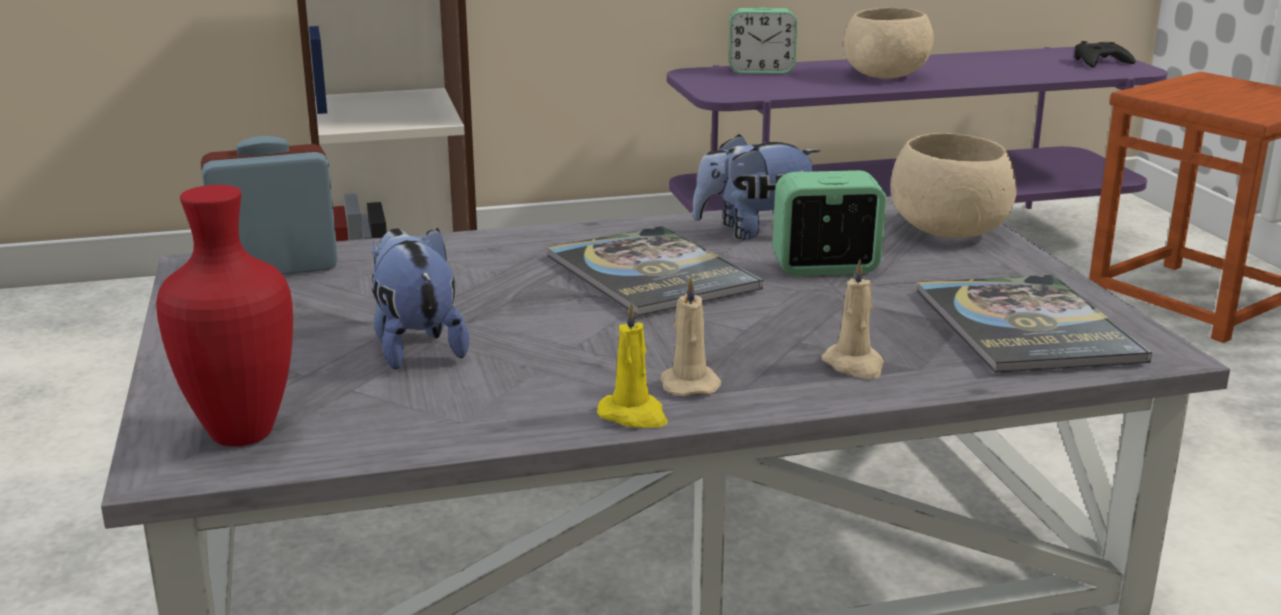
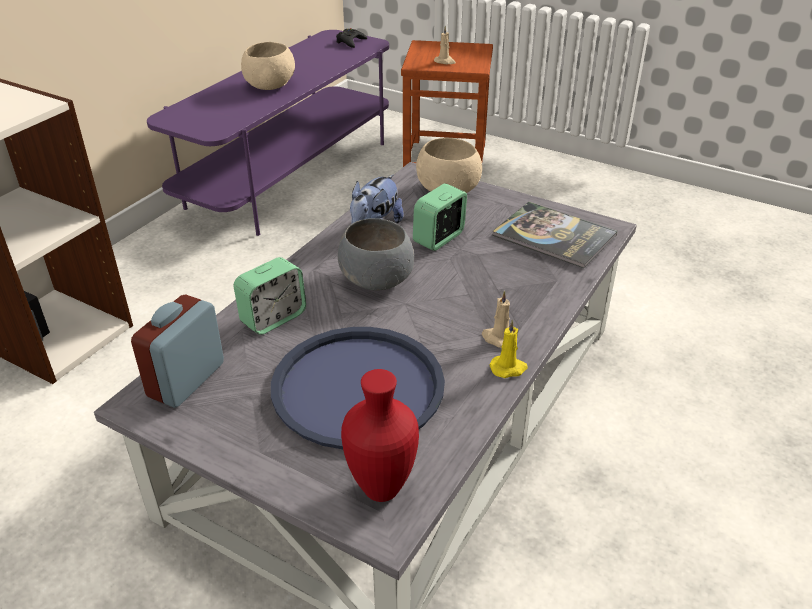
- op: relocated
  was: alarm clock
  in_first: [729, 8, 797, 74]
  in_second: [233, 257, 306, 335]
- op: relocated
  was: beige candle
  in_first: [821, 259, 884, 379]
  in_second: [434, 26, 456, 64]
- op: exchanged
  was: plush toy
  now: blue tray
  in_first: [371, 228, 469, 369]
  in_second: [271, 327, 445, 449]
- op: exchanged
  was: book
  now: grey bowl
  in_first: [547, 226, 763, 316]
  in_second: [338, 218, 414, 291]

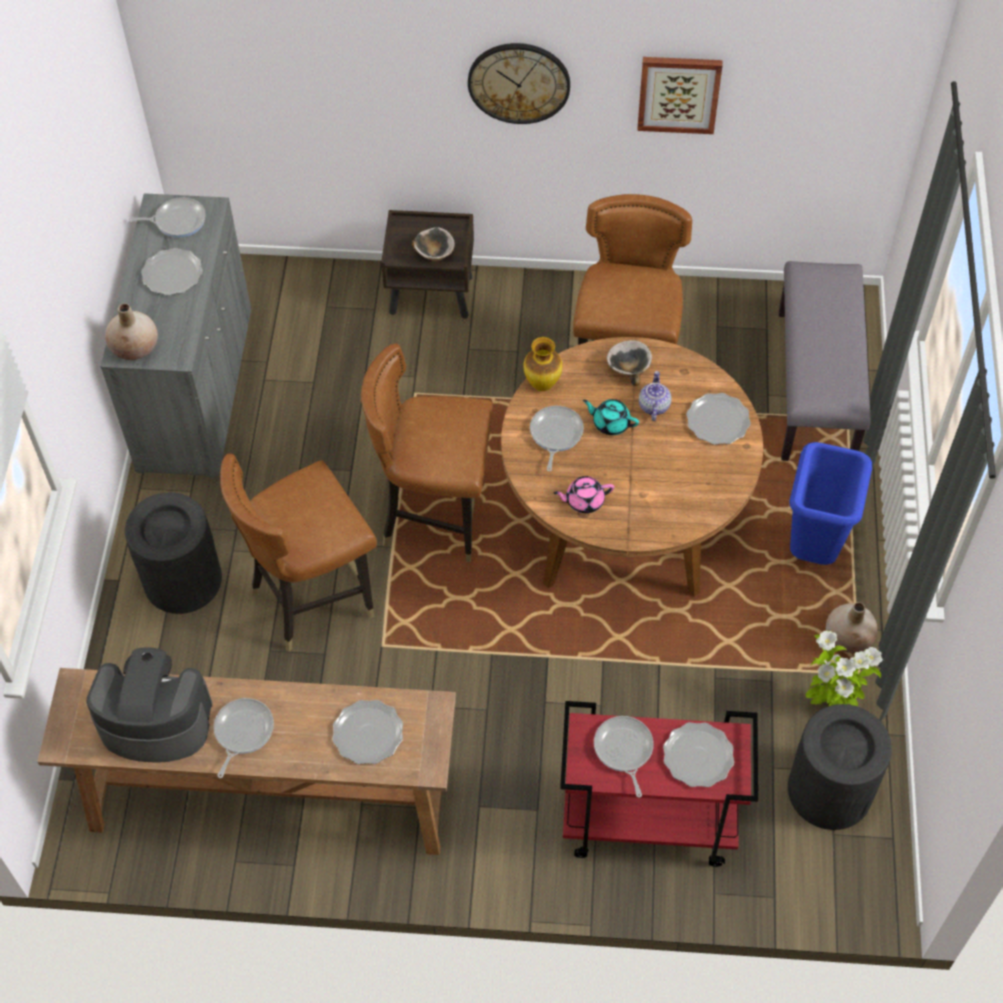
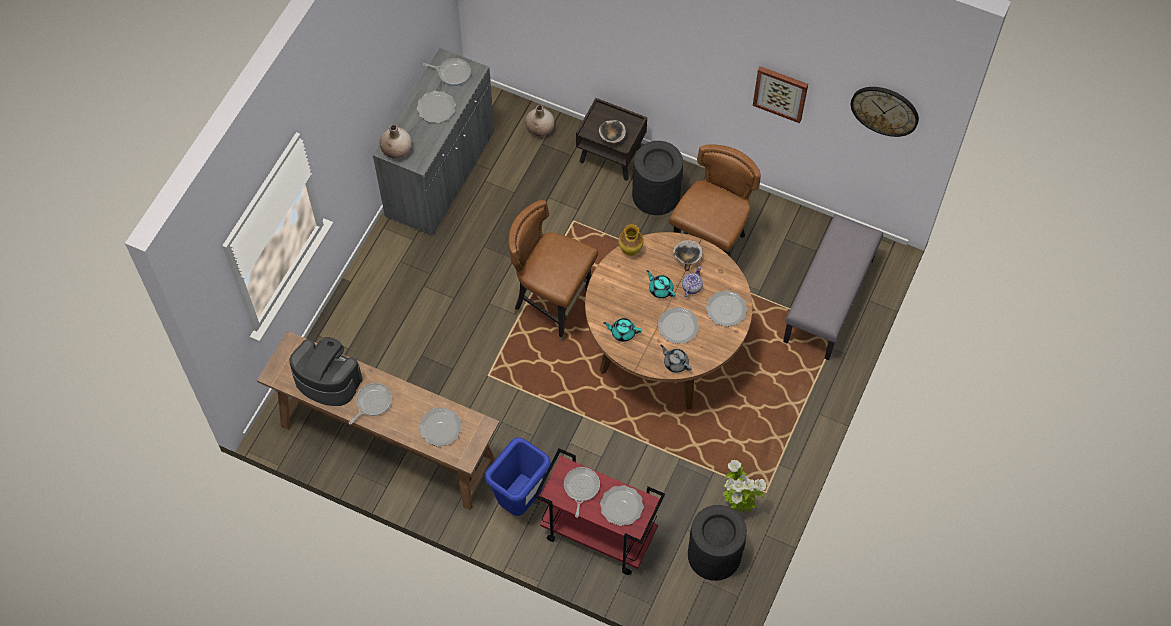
- op: missing
  was: brown chair
  in_first: [220, 454, 377, 652]
- op: missing
  was: frying pan
  in_first: [530, 406, 584, 471]
- op: appeared
  now: plate
  in_second: [658, 307, 699, 344]
- op: appeared
  now: grey teapot
  in_second: [660, 345, 692, 373]
- op: relocated
  was: black trash can
  in_first: [125, 492, 222, 614]
  in_second: [632, 141, 683, 215]
- op: relocated
  was: wall clock
  in_first: [468, 43, 570, 124]
  in_second: [851, 87, 919, 137]
- op: relocated
  was: blue trash can
  in_first: [790, 442, 872, 565]
  in_second: [485, 437, 550, 516]
- op: relocated
  was: beige vase
  in_first: [826, 602, 877, 653]
  in_second: [525, 105, 555, 136]
- op: colour
  was: pink teapot
  now: turquoise teapot
  in_first: [554, 476, 614, 513]
  in_second: [603, 318, 642, 342]

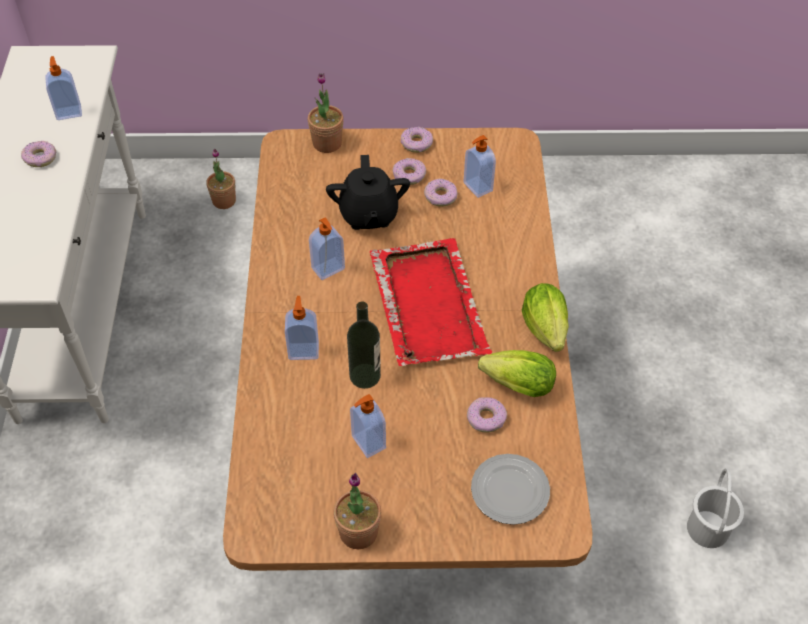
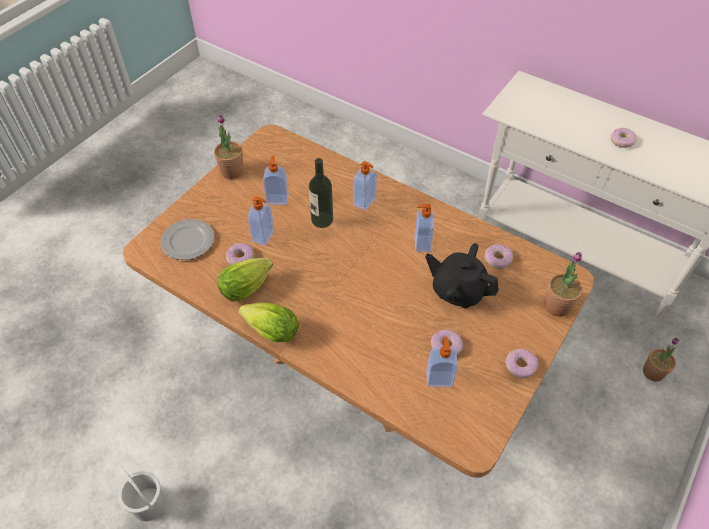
- op: missing
  was: red tray
  in_first: [370, 238, 493, 366]
- op: relocated
  was: soap dispenser
  in_first: [46, 56, 82, 120]
  in_second: [248, 196, 274, 246]
- op: relocated
  was: donut
  in_first: [392, 158, 426, 185]
  in_second: [484, 244, 513, 269]

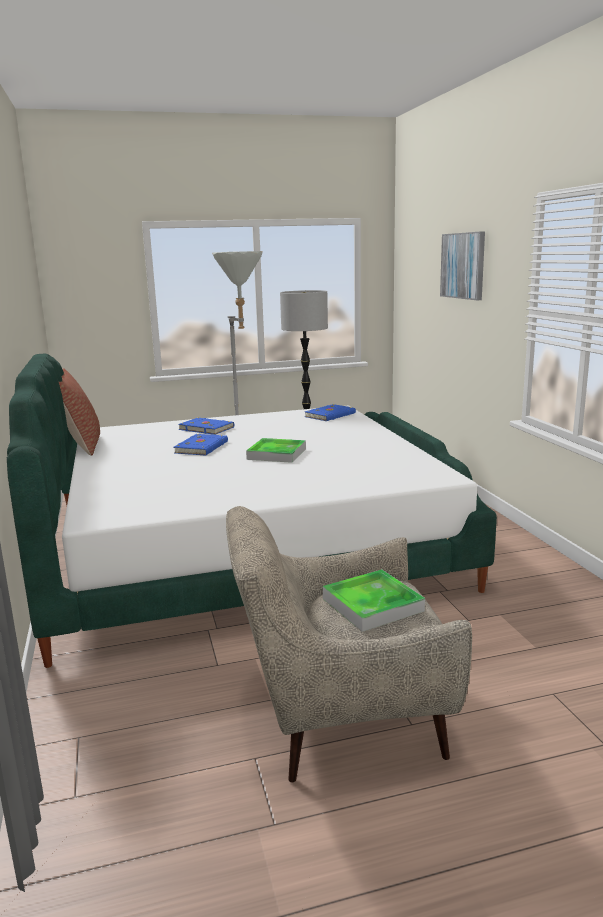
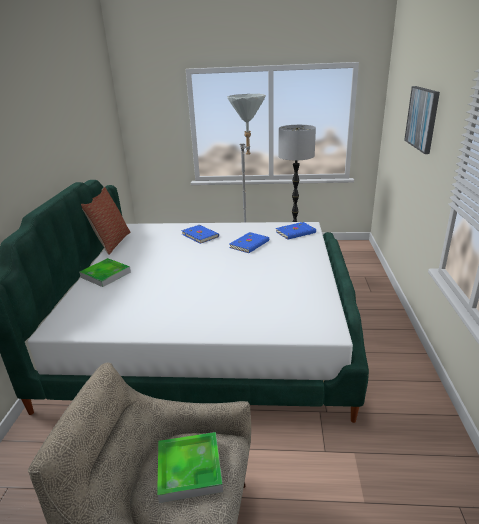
- op: relocated
  was: blue book
  in_first: [173, 434, 228, 456]
  in_second: [230, 232, 269, 253]
- op: relocated
  was: tray
  in_first: [246, 438, 306, 463]
  in_second: [79, 258, 131, 287]

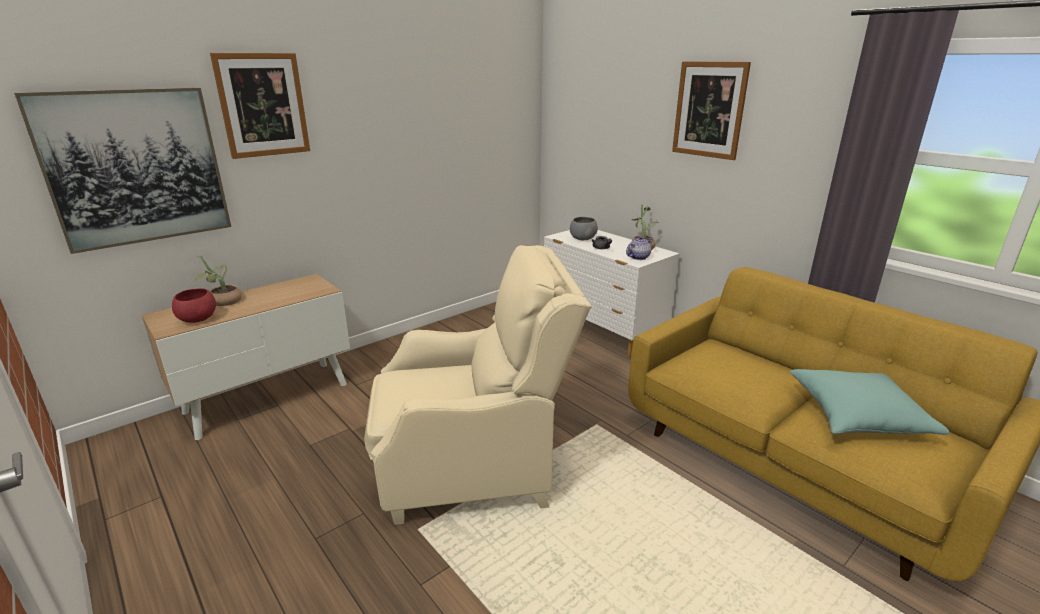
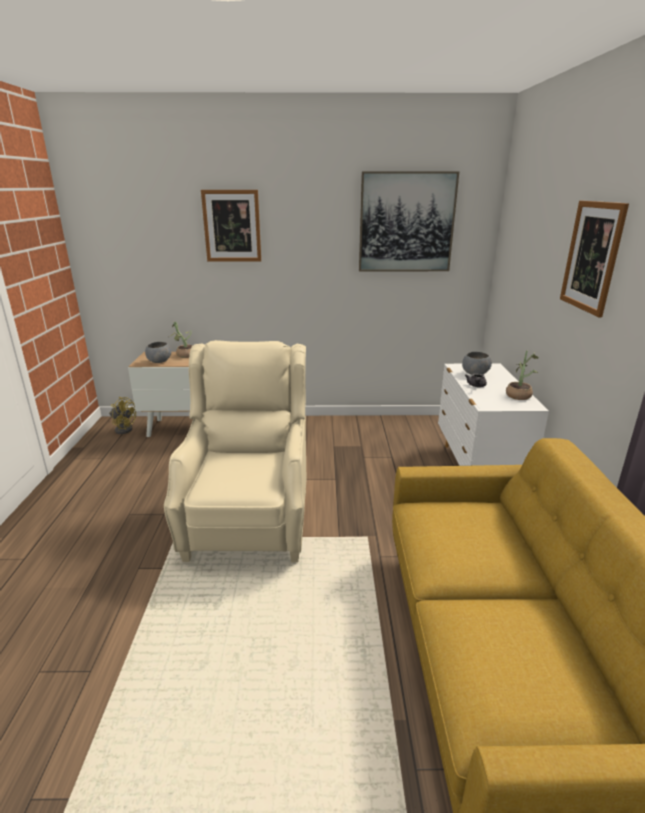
- op: missing
  was: teapot
  in_first: [626, 236, 653, 260]
- op: missing
  was: turquoise pillow
  in_first: [790, 369, 950, 435]
- op: appeared
  now: yellow fan
  in_second: [109, 397, 136, 434]
- op: relocated
  was: picture
  in_first: [14, 88, 231, 254]
  in_second: [359, 172, 459, 271]
- op: colour
  was: red bowl
  now: grey bowl
  in_first: [172, 288, 216, 323]
  in_second: [145, 342, 171, 363]
- op: spun
  was: beige armchair
  in_first: [364, 245, 592, 525]
  in_second: [164, 340, 306, 563]
  clockwise: -120

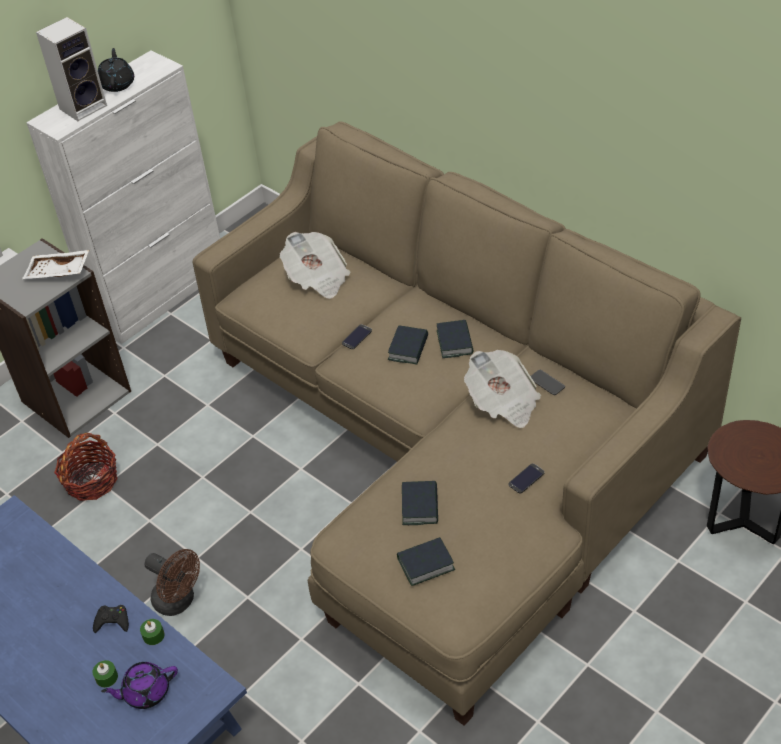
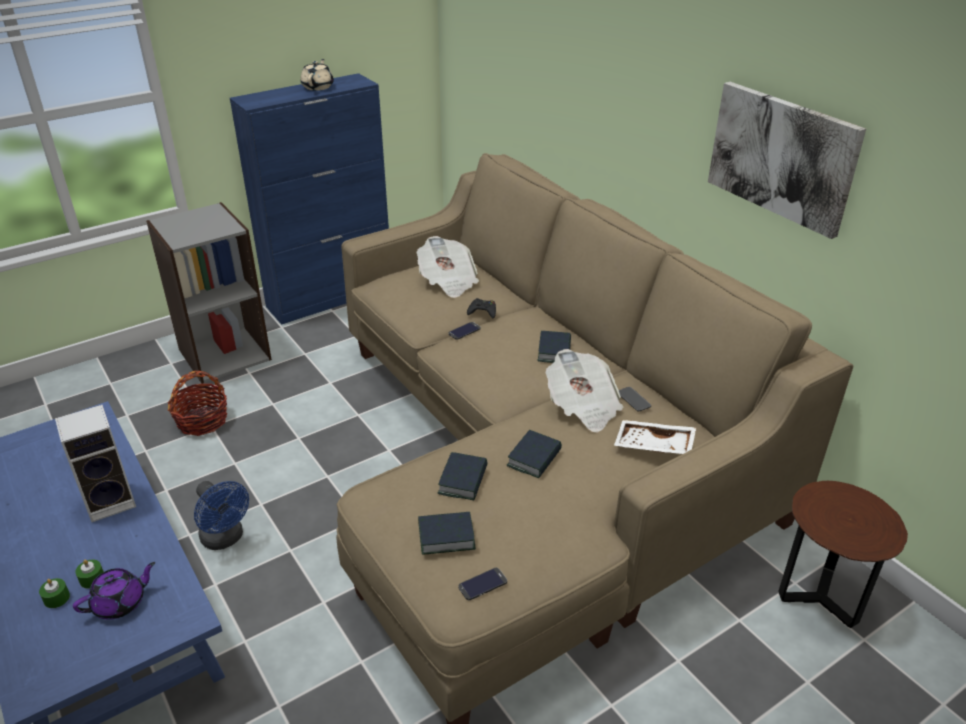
- op: appeared
  now: picture
  in_second: [708, 82, 866, 239]
- op: relocated
  was: white tray
  in_first: [22, 250, 89, 279]
  in_second: [614, 420, 696, 454]
- op: relocated
  was: speaker
  in_first: [36, 17, 107, 121]
  in_second: [55, 405, 136, 522]
- op: relocated
  was: black game controller
  in_first: [93, 605, 129, 633]
  in_second: [467, 298, 496, 319]
- op: relocated
  was: green candle
  in_first: [140, 619, 164, 645]
  in_second: [39, 578, 70, 608]
- op: relocated
  was: book
  in_first: [388, 325, 428, 364]
  in_second: [507, 430, 562, 478]
- op: relocated
  was: phone
  in_first: [509, 463, 545, 493]
  in_second: [458, 568, 507, 600]
- op: colour
  was: white cabinet
  now: blue cabinet
  in_first: [26, 50, 220, 344]
  in_second: [230, 73, 389, 325]
- op: colour
  was: black teapot
  now: beige teapot
  in_first: [98, 48, 134, 92]
  in_second: [300, 59, 334, 91]
- op: colour
  was: brown fan
  now: blue fan
  in_first: [145, 549, 200, 616]
  in_second: [194, 481, 249, 550]
- op: spun
  was: purple teapot
  in_first: [101, 662, 178, 709]
  in_second: [73, 562, 155, 620]
  clockwise: 150

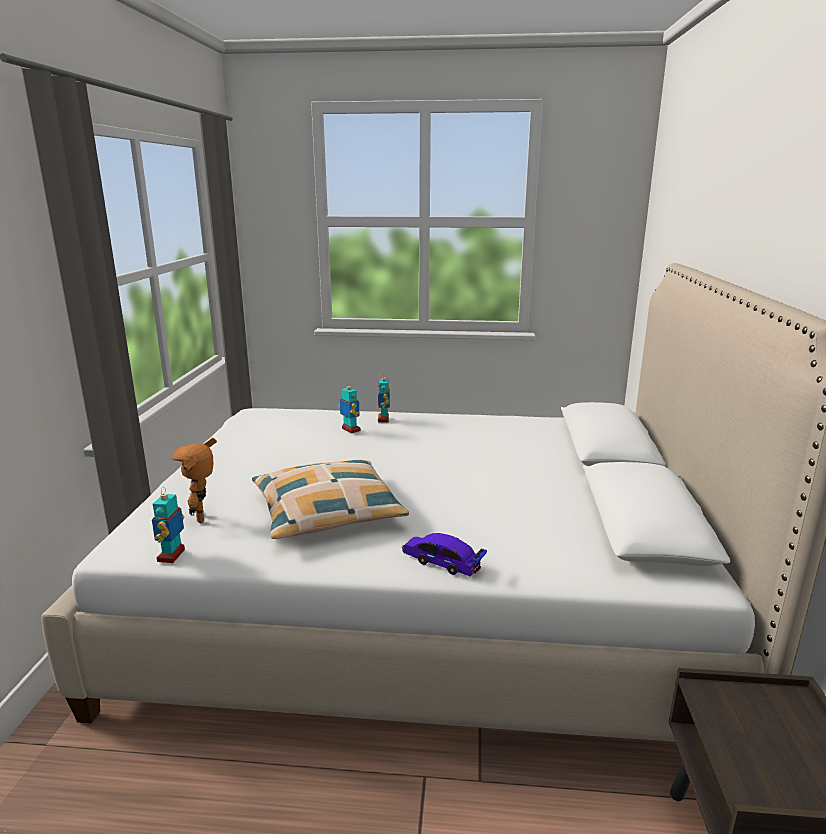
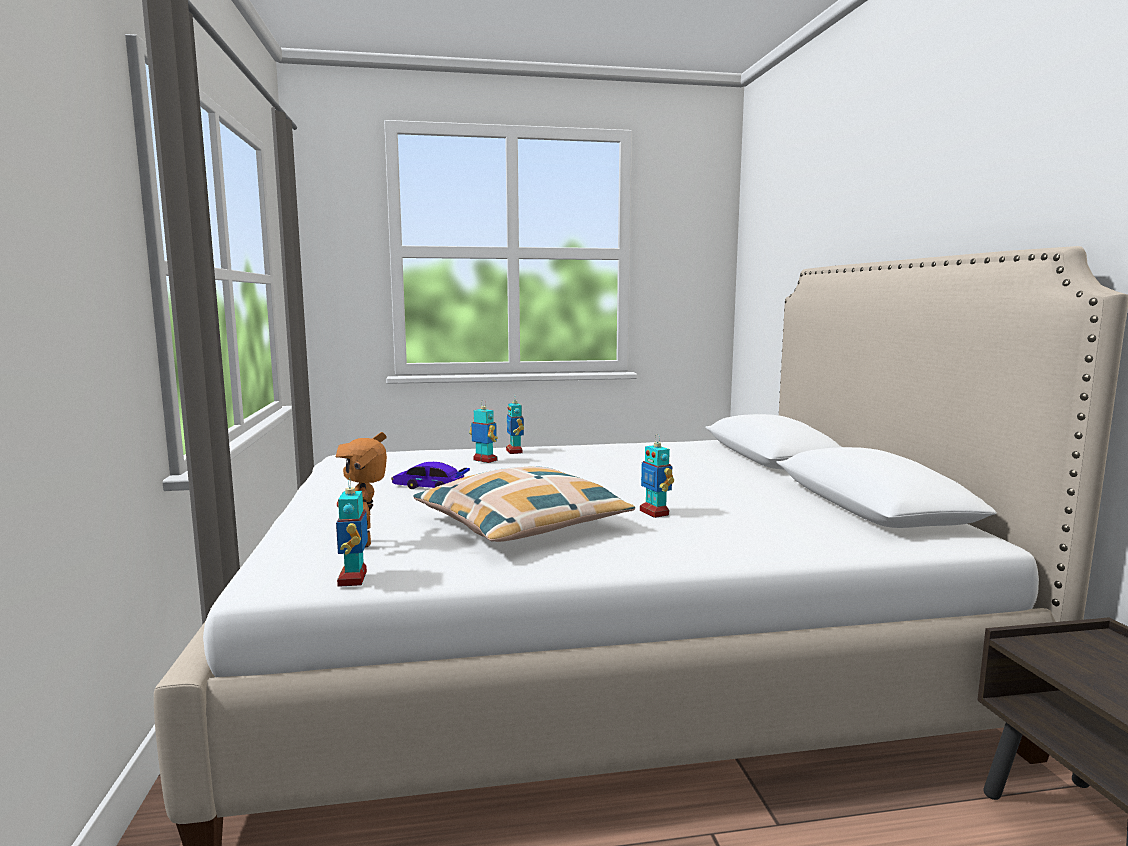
- op: appeared
  now: toy robot
  in_second: [640, 434, 674, 518]
- op: relocated
  was: toy car
  in_first: [401, 533, 487, 576]
  in_second: [391, 462, 470, 489]

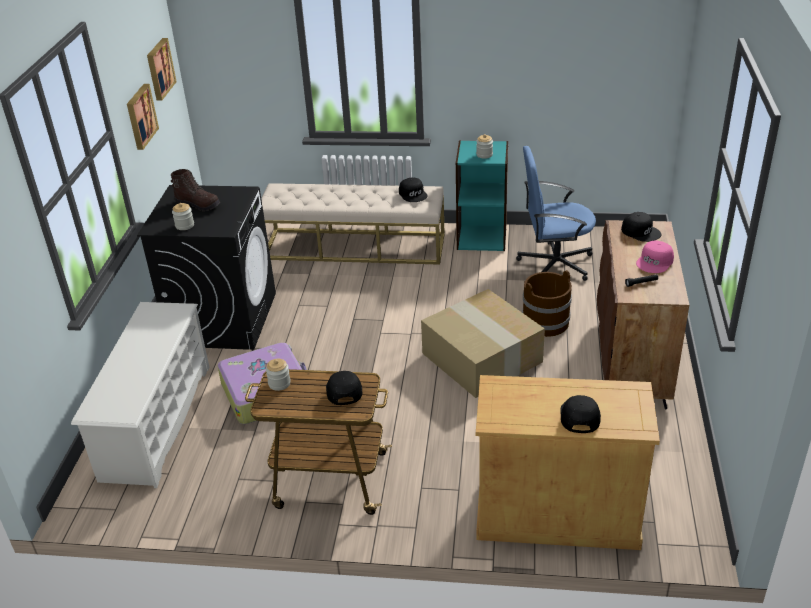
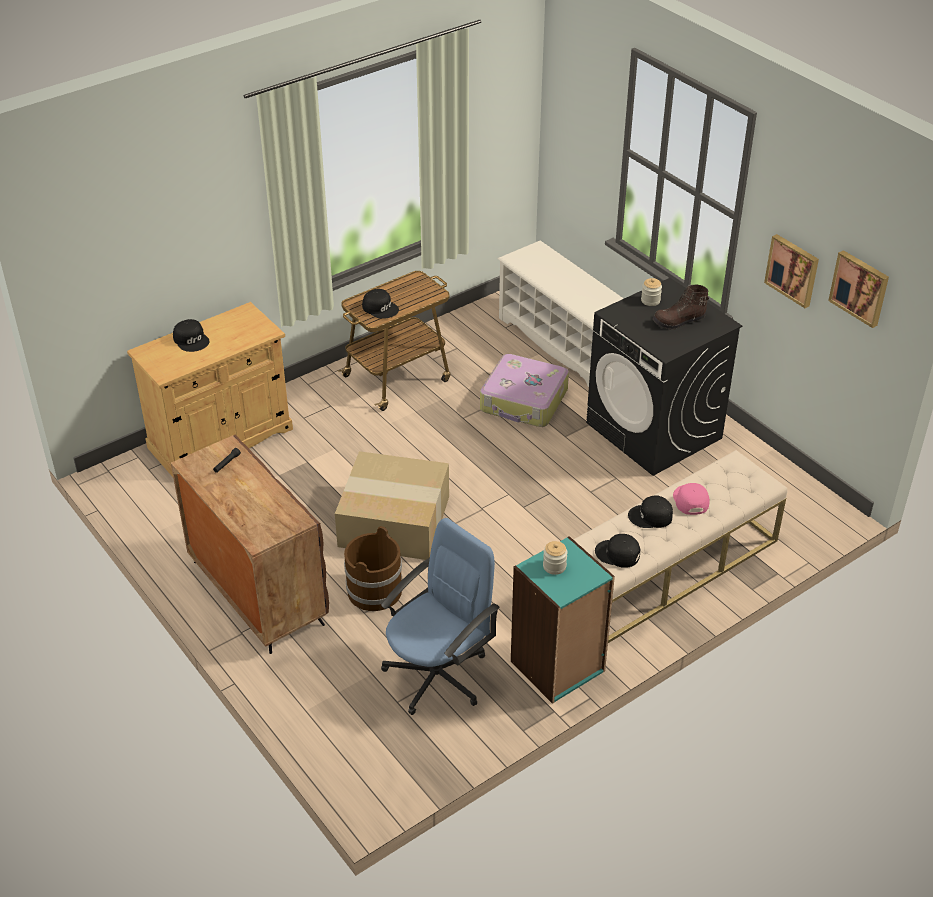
- op: missing
  was: jar
  in_first: [266, 359, 291, 391]
- op: relocated
  was: black cap
  in_first: [621, 212, 662, 242]
  in_second: [628, 495, 673, 528]
- op: relocated
  was: pink cap
  in_first: [636, 240, 674, 273]
  in_second: [673, 483, 710, 515]

